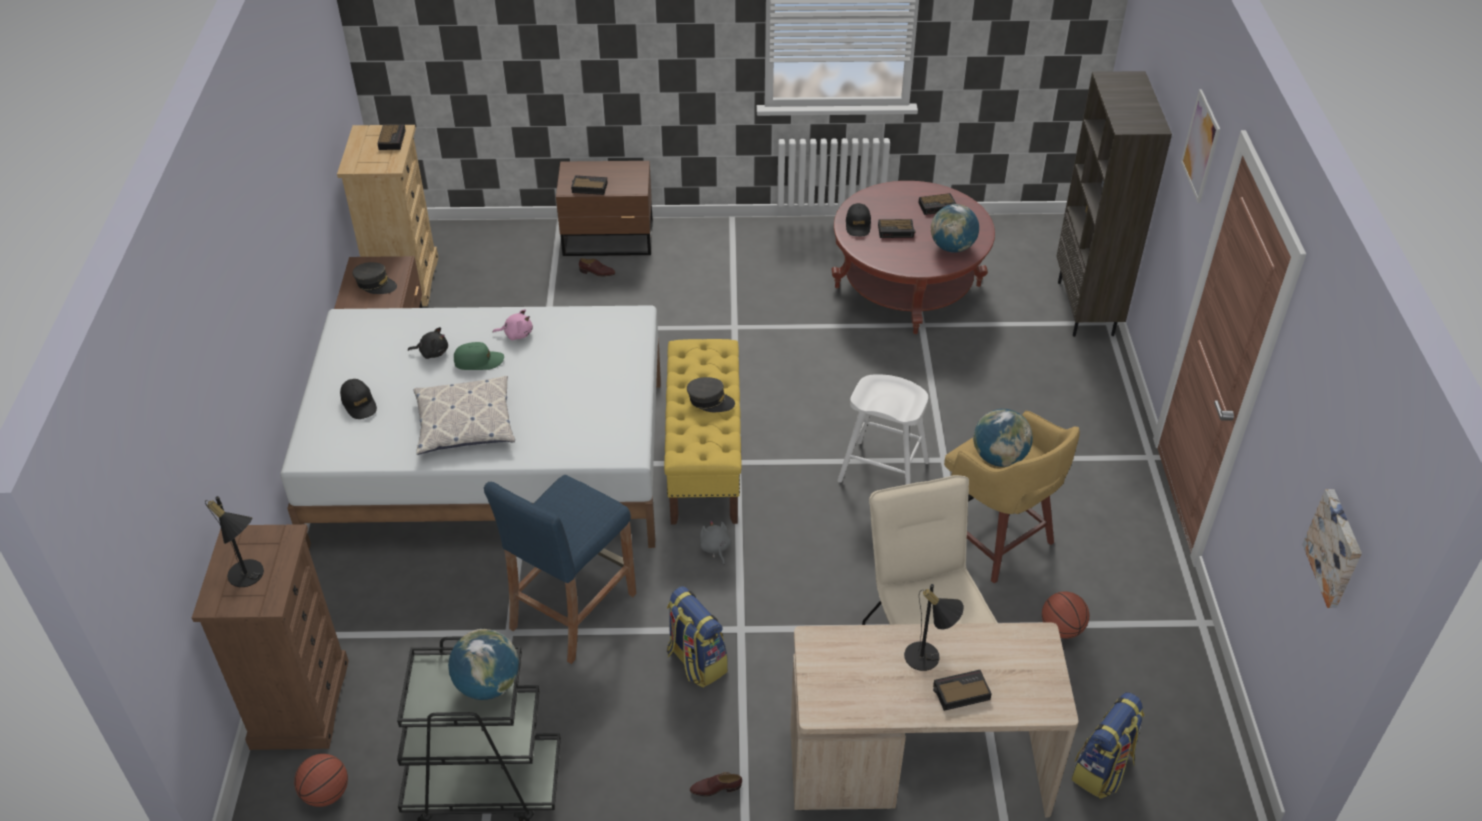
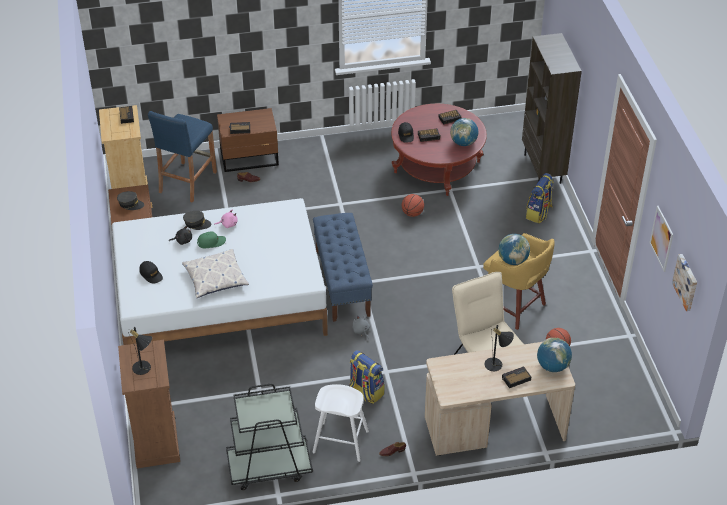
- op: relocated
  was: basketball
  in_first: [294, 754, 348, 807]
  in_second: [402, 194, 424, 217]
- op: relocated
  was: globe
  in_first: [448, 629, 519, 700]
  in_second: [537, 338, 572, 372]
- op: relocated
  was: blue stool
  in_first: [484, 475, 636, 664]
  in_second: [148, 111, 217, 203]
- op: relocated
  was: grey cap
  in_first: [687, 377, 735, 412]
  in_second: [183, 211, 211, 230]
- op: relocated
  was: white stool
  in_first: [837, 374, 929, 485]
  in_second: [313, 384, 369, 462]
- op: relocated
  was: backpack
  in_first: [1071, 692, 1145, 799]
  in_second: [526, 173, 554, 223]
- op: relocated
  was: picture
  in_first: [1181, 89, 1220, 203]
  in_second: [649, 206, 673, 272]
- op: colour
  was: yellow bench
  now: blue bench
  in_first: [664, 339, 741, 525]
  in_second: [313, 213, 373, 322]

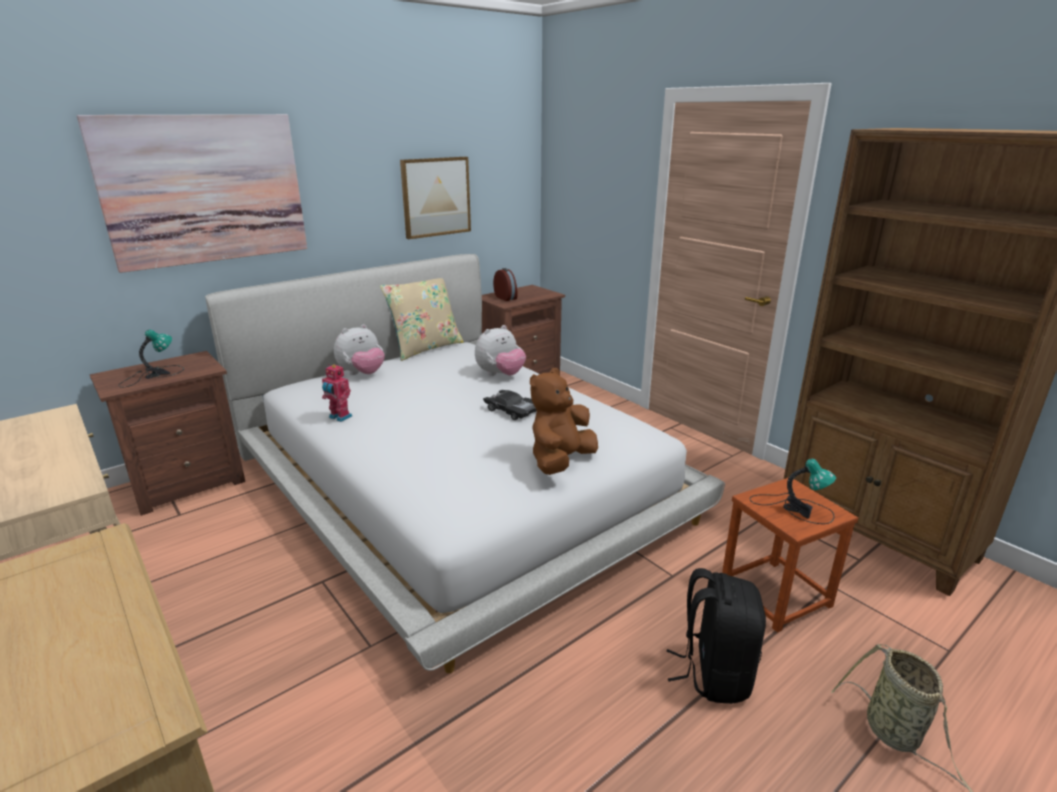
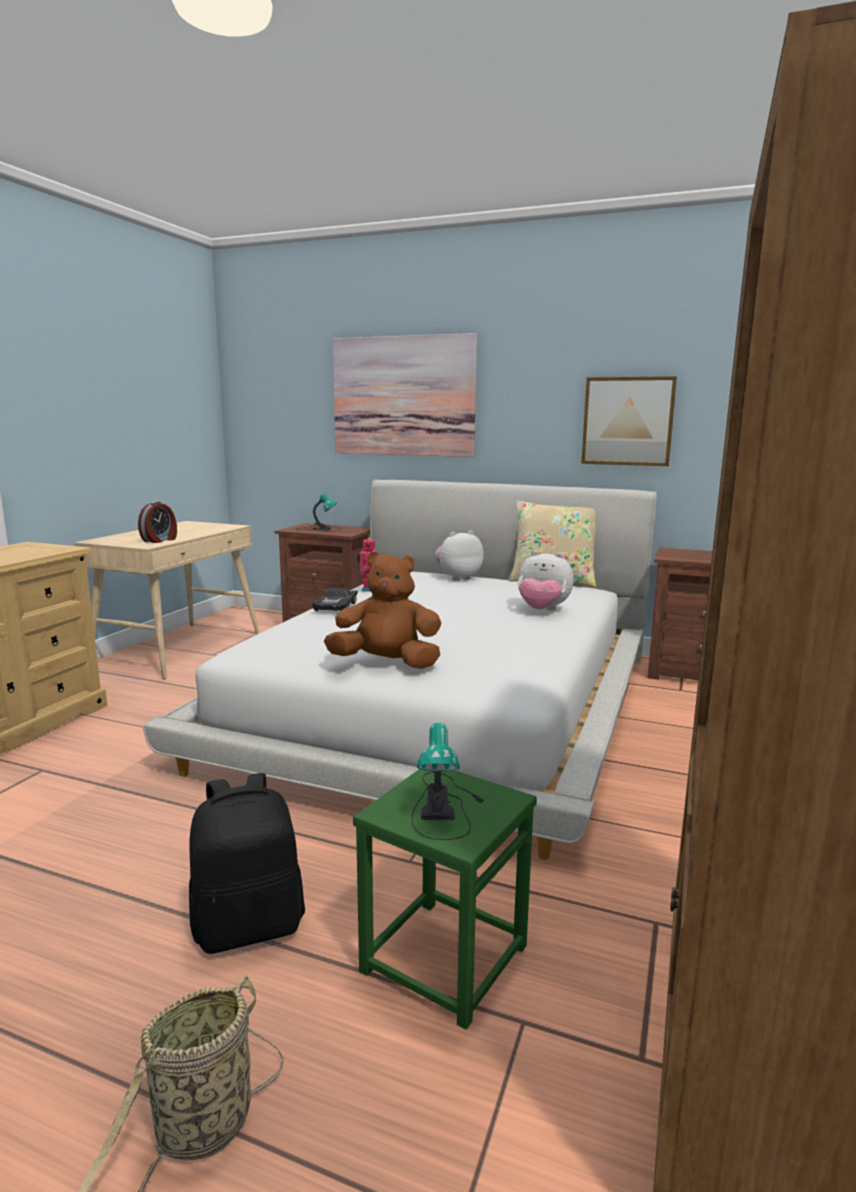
- op: relocated
  was: black toy car
  in_first: [483, 390, 537, 420]
  in_second: [312, 588, 358, 611]
- op: relocated
  was: alarm clock
  in_first: [493, 268, 517, 301]
  in_second: [138, 502, 177, 543]
- op: colour
  was: brown stool
  now: green stool
  in_first: [722, 478, 858, 633]
  in_second: [353, 769, 537, 1030]
- op: spun
  was: plush toy
  in_first: [334, 324, 385, 375]
  in_second: [435, 530, 484, 581]
  clockwise: 135

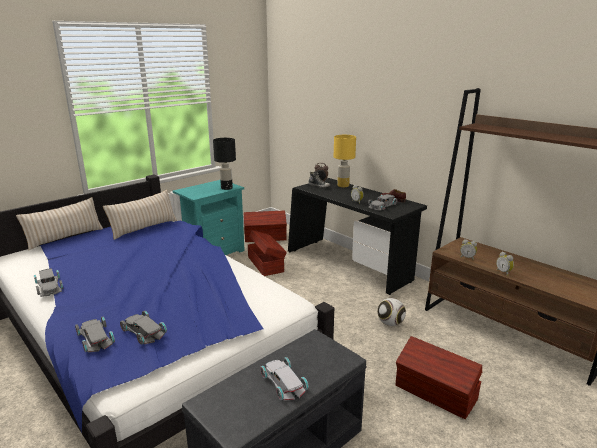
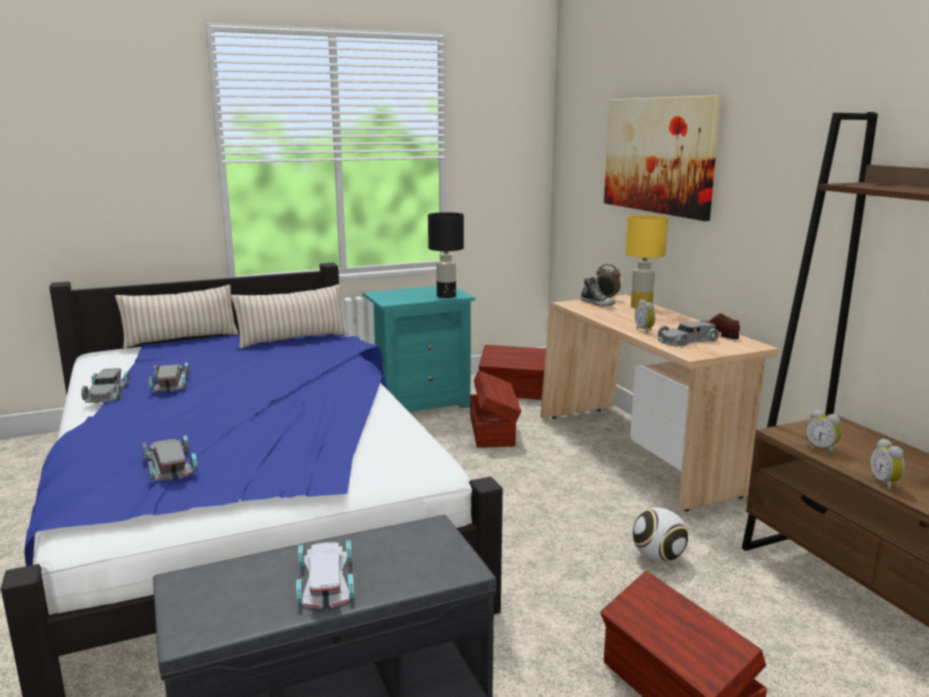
- op: appeared
  now: picture
  in_second: [604, 95, 721, 221]
- op: relocated
  was: grey toy car
  in_first: [75, 316, 115, 353]
  in_second: [149, 362, 190, 392]
- op: colour
  was: black desk
  now: beige desk
  in_first: [288, 178, 427, 295]
  in_second: [540, 295, 778, 511]

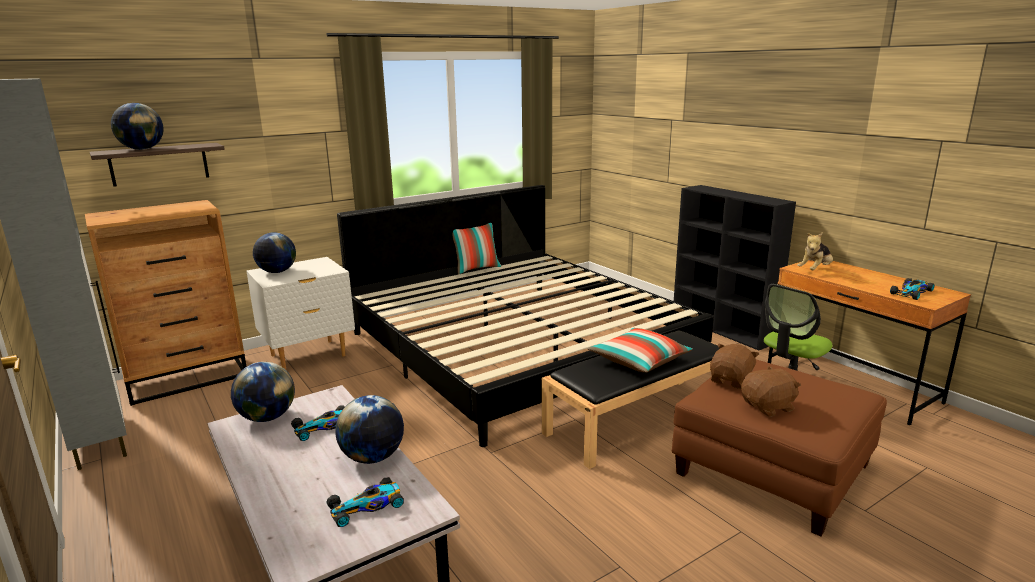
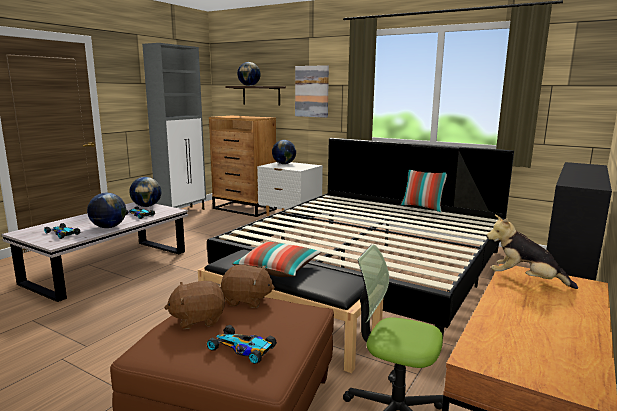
- op: appeared
  now: picture
  in_second: [295, 65, 329, 118]
- op: relocated
  was: toy car
  in_first: [890, 278, 934, 300]
  in_second: [207, 325, 277, 364]
- op: spun
  was: brown plush toy
  in_first: [741, 366, 801, 417]
  in_second: [164, 281, 226, 329]
  clockwise: 120

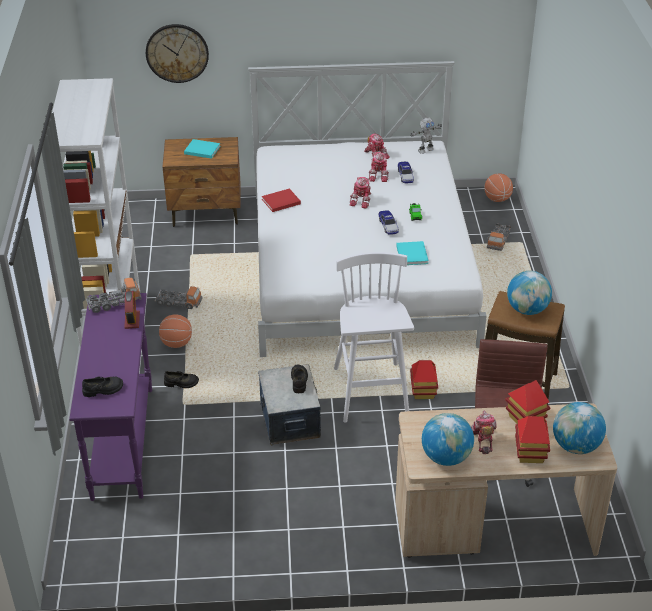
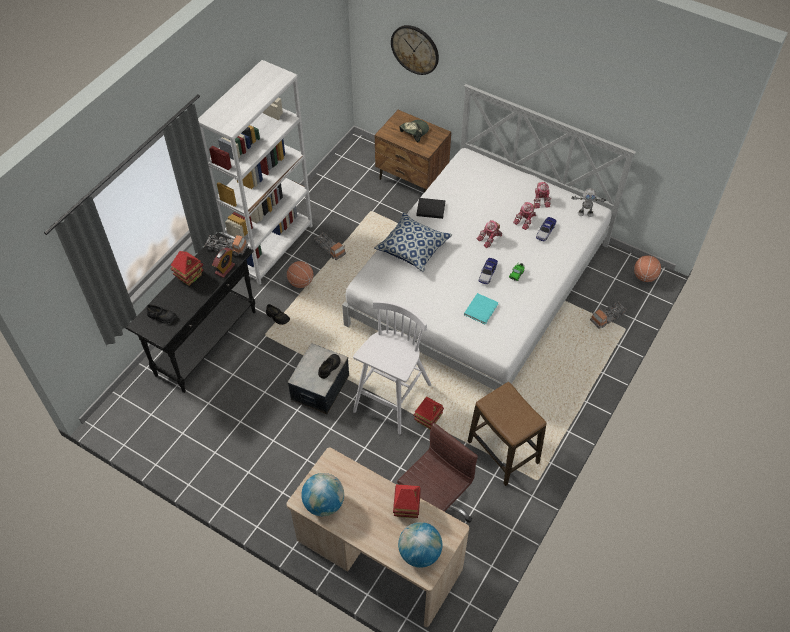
- op: missing
  was: toy robot
  in_first: [471, 411, 497, 454]
- op: missing
  was: globe
  in_first: [507, 271, 552, 315]
- op: appeared
  now: pillow
  in_second: [374, 213, 452, 272]
- op: relocated
  was: toy house
  in_first: [515, 416, 550, 463]
  in_second: [170, 251, 204, 286]
- op: exchanged
  was: turquoise book
  now: cap
  in_first: [184, 139, 220, 159]
  in_second: [399, 120, 429, 142]
- op: colour
  was: purple console table
  now: black console table
  in_first: [69, 293, 152, 501]
  in_second: [126, 233, 256, 393]
- op: colour
  was: red book
  now: black book
  in_first: [262, 188, 301, 212]
  in_second: [416, 198, 445, 219]

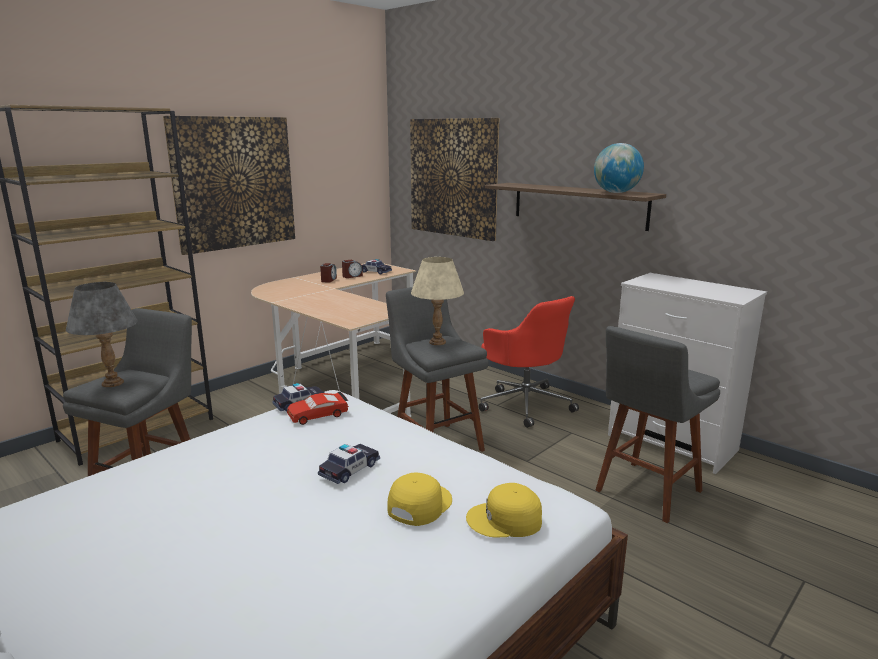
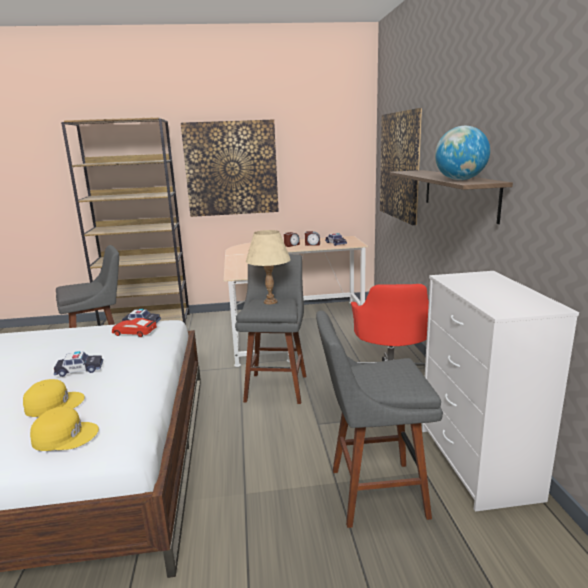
- op: missing
  was: grey table lamp
  in_first: [66, 282, 138, 387]
- op: spun
  was: yellow cap
  in_first: [466, 483, 542, 537]
  in_second: [30, 407, 99, 451]
  clockwise: 135

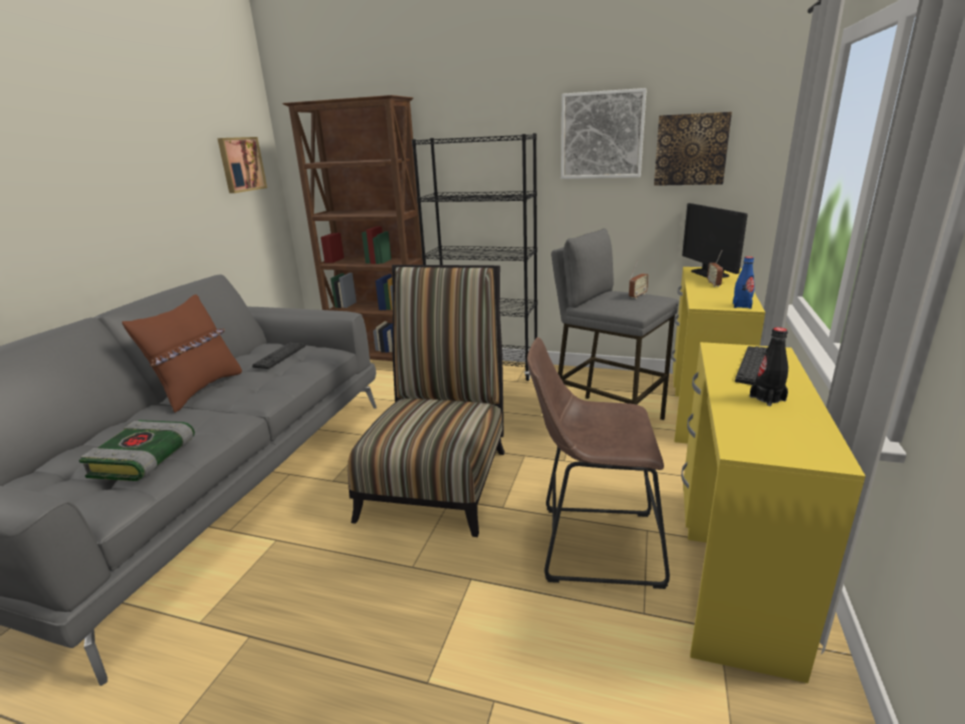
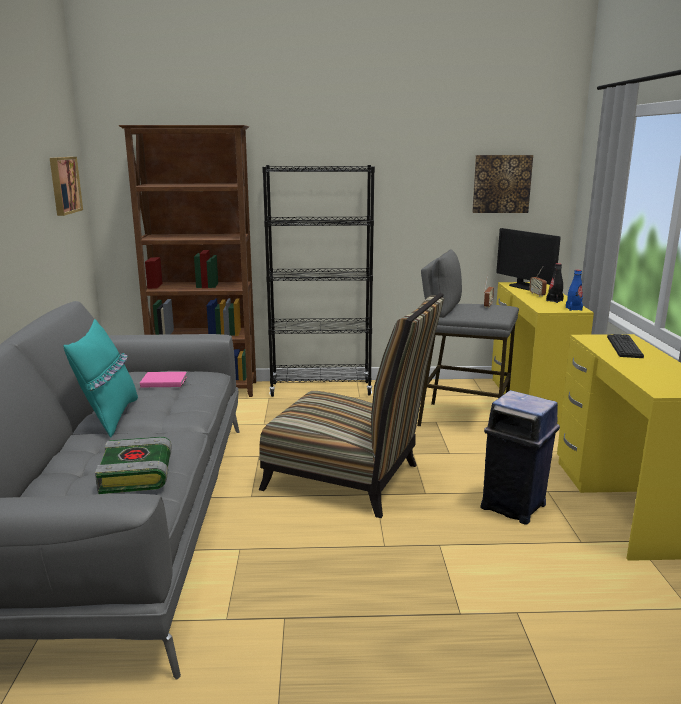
- op: missing
  was: picture
  in_first: [561, 88, 647, 179]
- op: relocated
  was: black bottle
  in_first: [750, 327, 788, 406]
  in_second: [546, 263, 564, 303]
- op: exchanged
  was: keyboard
  now: pink book
  in_first: [252, 343, 305, 369]
  in_second: [140, 372, 187, 387]
- op: exchanged
  was: brown stool
  now: blue trash can
  in_first: [527, 337, 670, 589]
  in_second: [480, 390, 560, 525]
- op: colour
  was: brown pillow
  now: turquoise pillow
  in_first: [122, 294, 242, 413]
  in_second: [63, 319, 138, 438]
- op: spun
  was: chair
  in_first: [347, 265, 505, 537]
  in_second: [259, 293, 444, 518]
  clockwise: 120

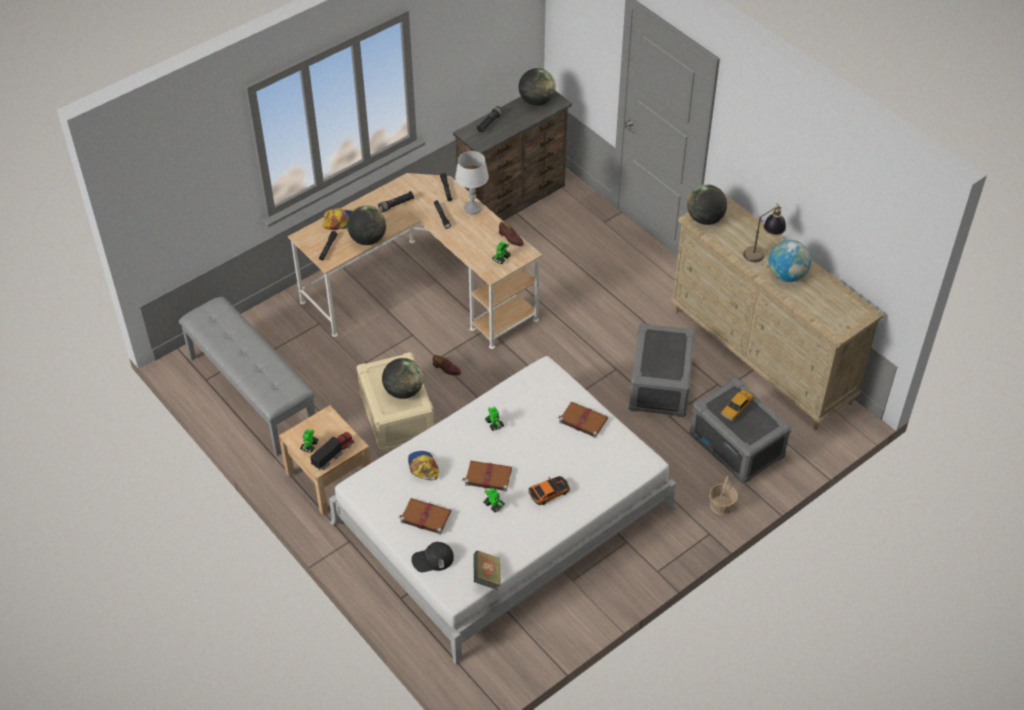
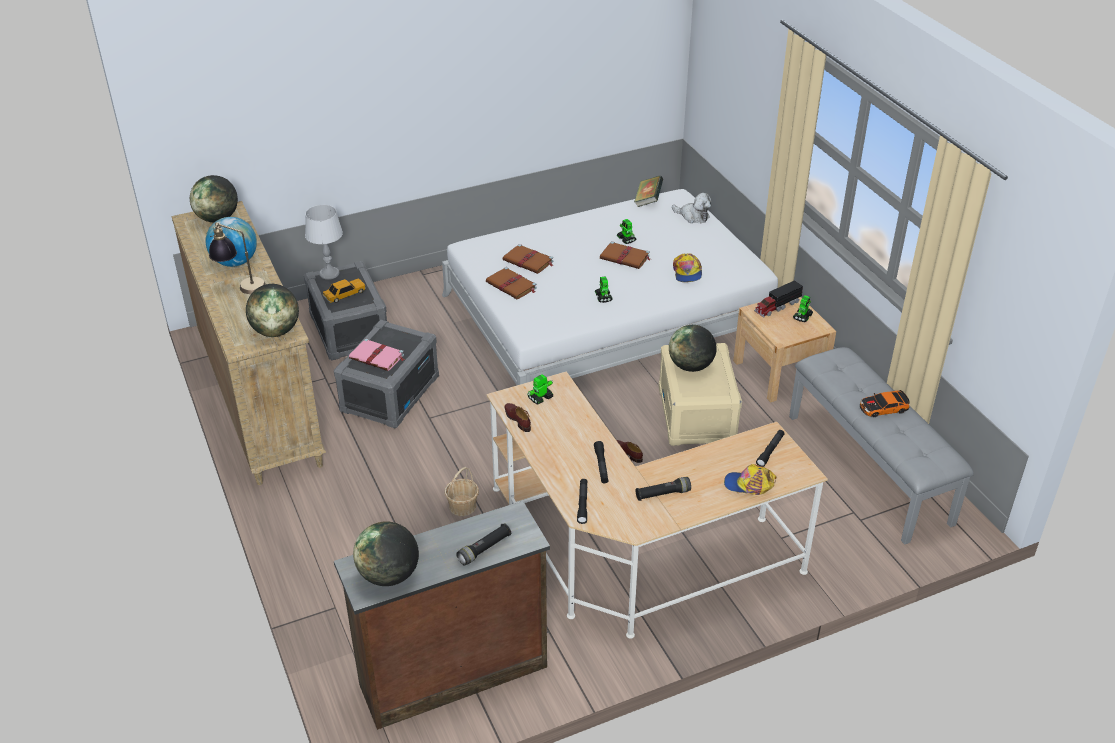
- op: appeared
  now: pink book
  in_second: [349, 338, 405, 371]
- op: relocated
  was: globe
  in_first: [347, 206, 386, 245]
  in_second: [190, 175, 238, 222]
- op: relocated
  was: brown book
  in_first: [399, 498, 451, 535]
  in_second: [503, 244, 553, 274]
- op: relocated
  was: grey table lamp
  in_first: [455, 151, 489, 214]
  in_second: [305, 205, 343, 280]
- op: relocated
  was: toy car
  in_first: [528, 476, 570, 505]
  in_second: [860, 390, 910, 417]
- op: relocated
  was: basket
  in_first: [709, 476, 738, 515]
  in_second: [445, 467, 479, 516]
- op: exchanged
  was: black cap
  now: plush toy
  in_first: [411, 542, 454, 572]
  in_second: [672, 193, 711, 223]

